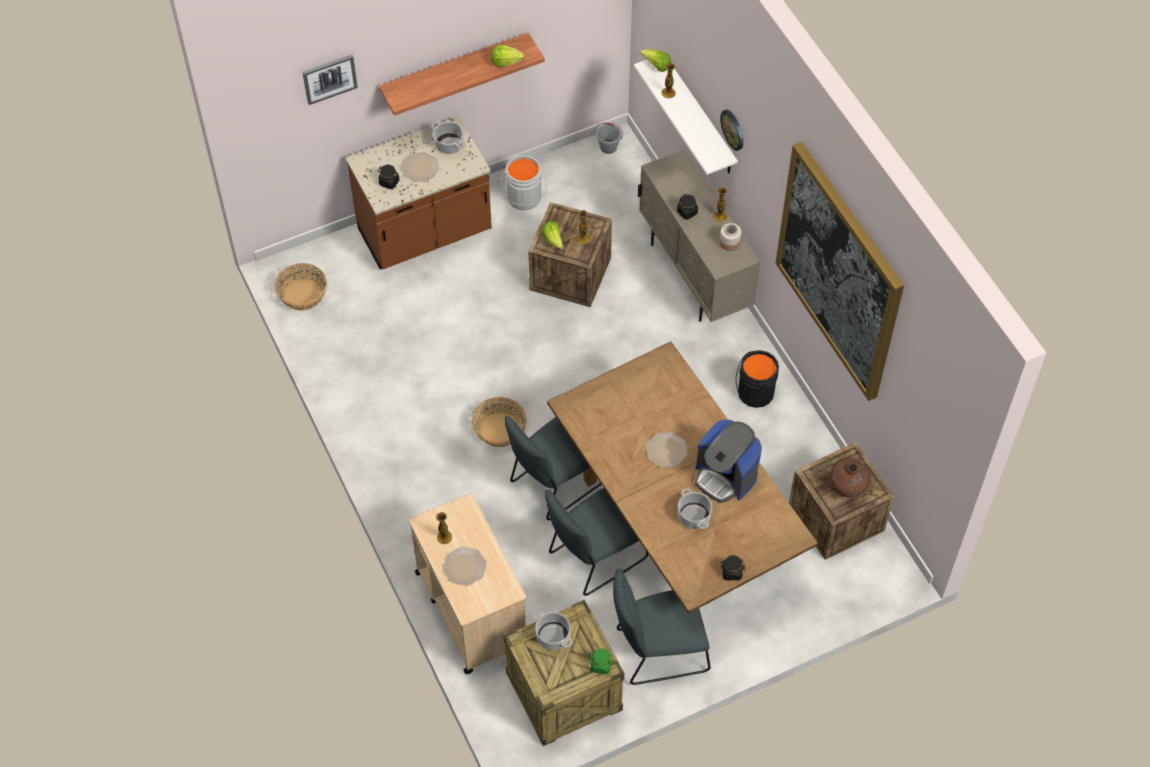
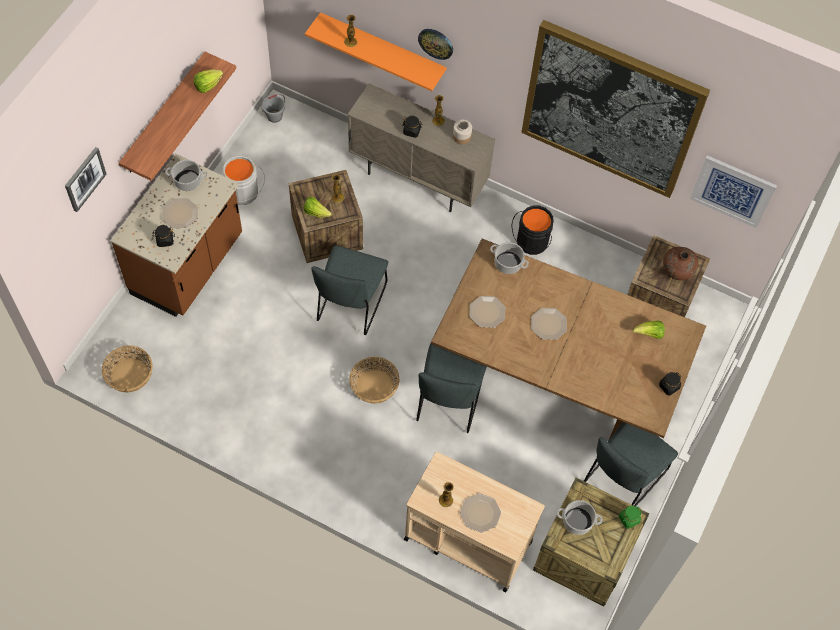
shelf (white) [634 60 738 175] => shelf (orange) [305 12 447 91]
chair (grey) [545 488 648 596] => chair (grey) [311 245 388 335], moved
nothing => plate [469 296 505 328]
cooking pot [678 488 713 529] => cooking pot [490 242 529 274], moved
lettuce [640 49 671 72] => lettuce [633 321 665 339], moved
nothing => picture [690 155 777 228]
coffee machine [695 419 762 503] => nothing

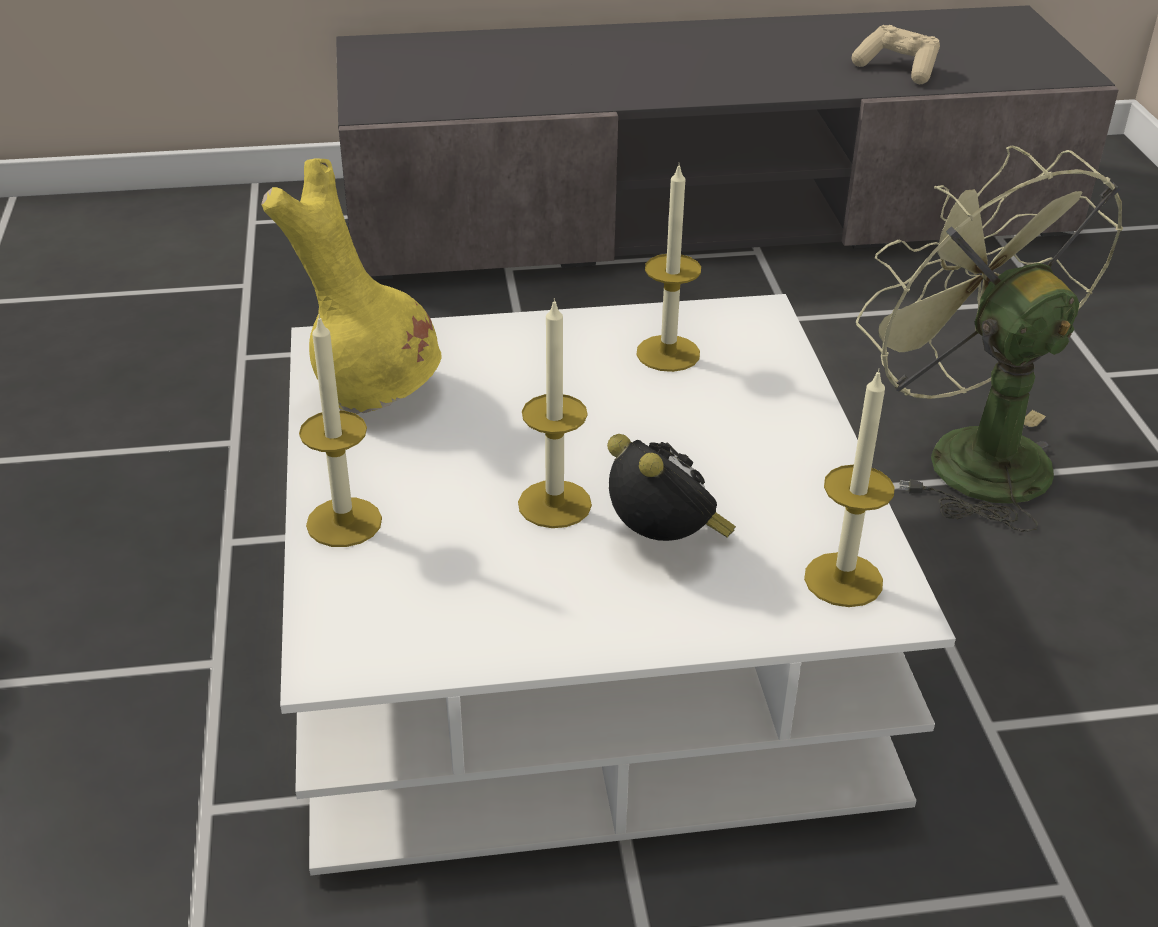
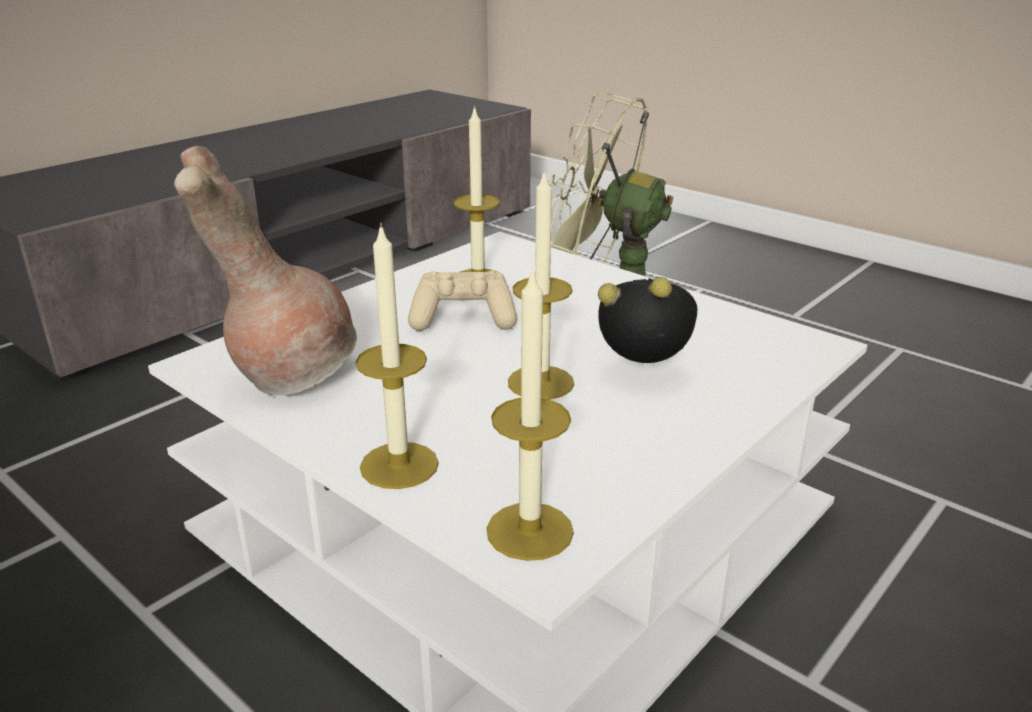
vase (yellow) [261 158 442 414] => vase (brown) [174 146 357 395]
game controller (beige) [852 25 940 84] => game controller (beige) [408 270 517 331], moved
candle [804 369 895 607] => candle [487 267 574 561], moved

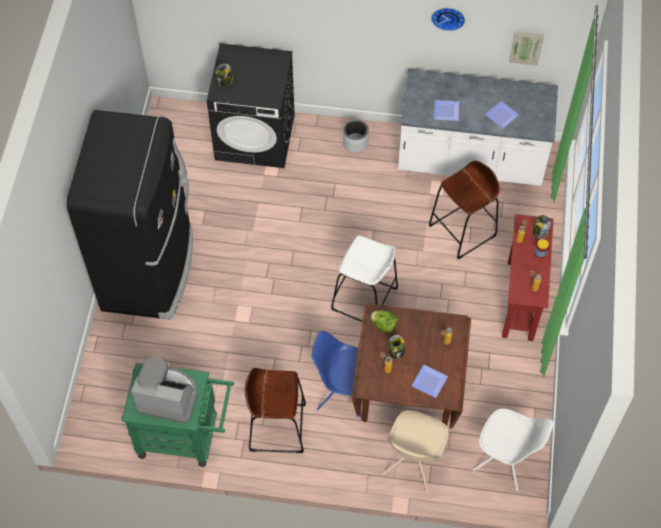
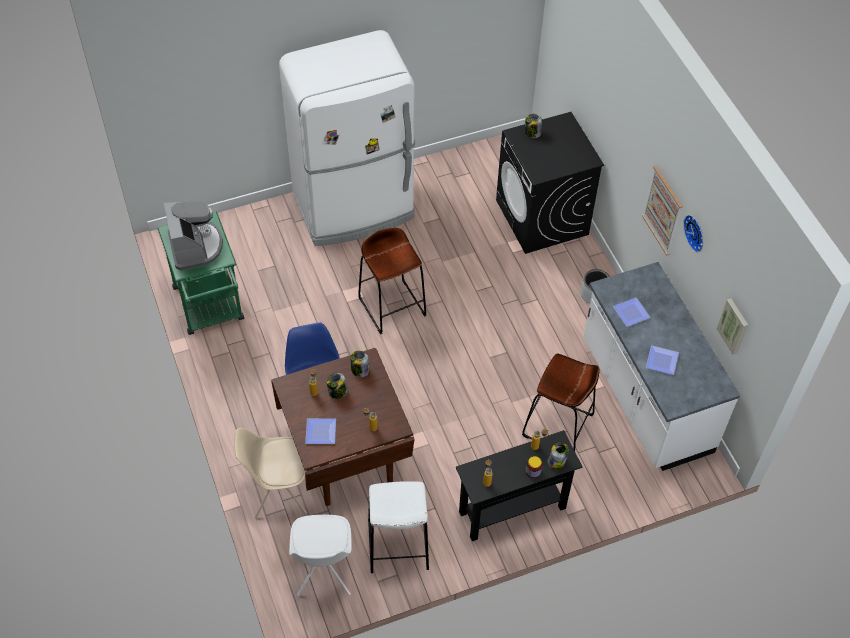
fridge (black) [67 110 193 320] => fridge (white) [279 30 415 246]
lettuce [370 310 398 333] => jar [351 351 369 377]
stool (brown) [245 368 306 453] => stool (brown) [358 228 427 335], moved
stool (white) [331 235 398 322] => stool (white) [368 481 429 573], moved
console table (red) [502 214 554 341] => console table (black) [456 430 583 541]
nothing => picture [642 166 683 256]

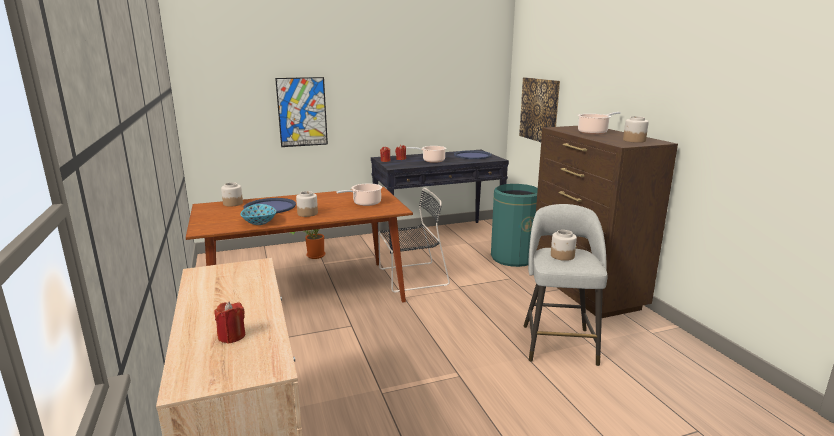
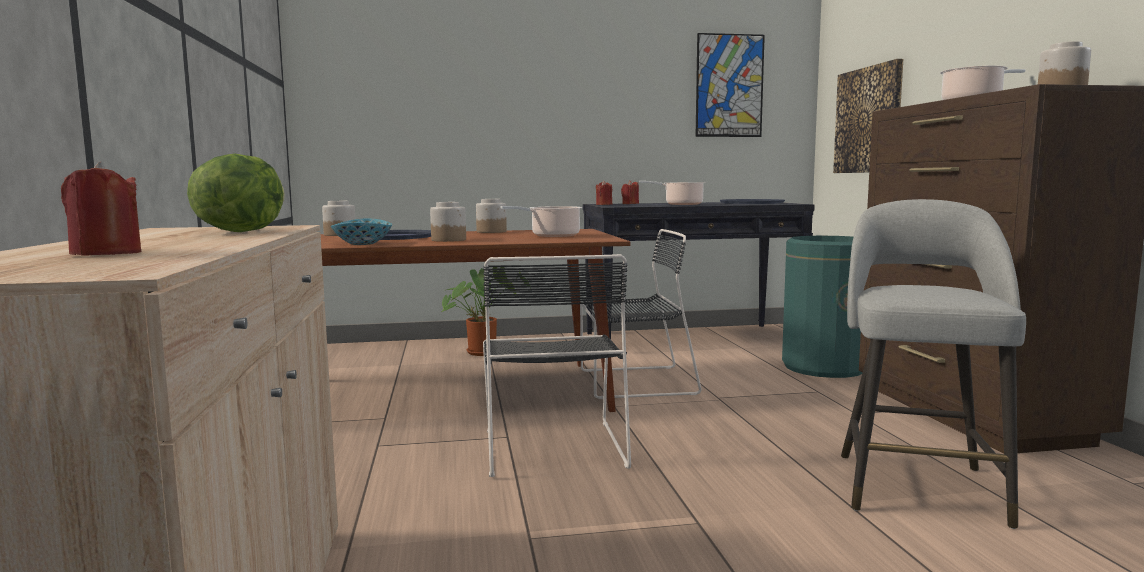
nothing => lettuce [187 154 285 232]
jar [551 230 577 261] => jar [476 199 507 233], moved
nothing => chair (black) [483 254 631 477]
picture [275 77 328 147] => picture [696 33 765 137], moved

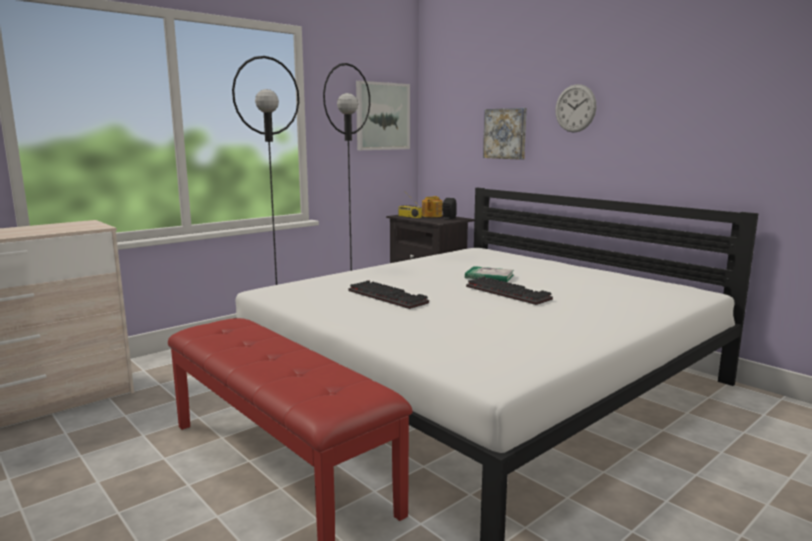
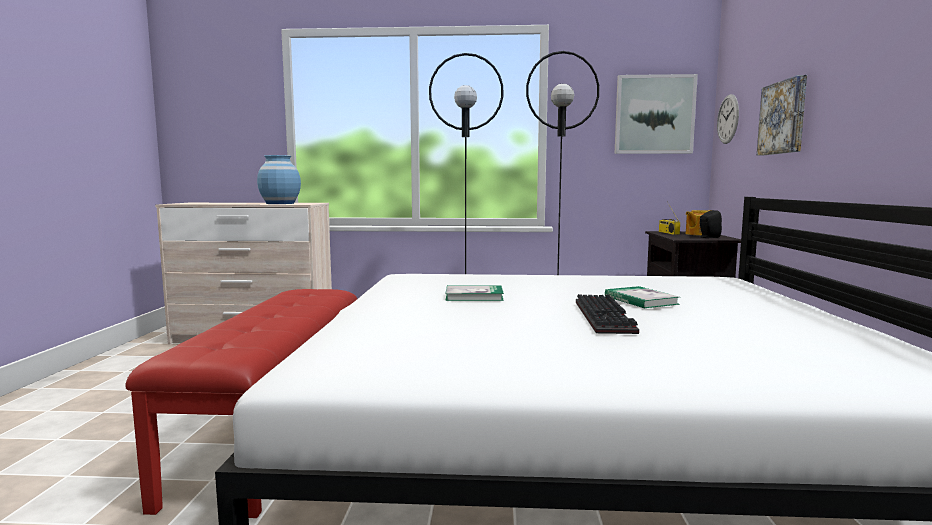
nothing => vase (blue) [257 155 301 204]
keyboard [348 280 429 309] => book [445 285 504 301]
wall clock [555 84 597 133] => wall clock [717 94 739 144], moved

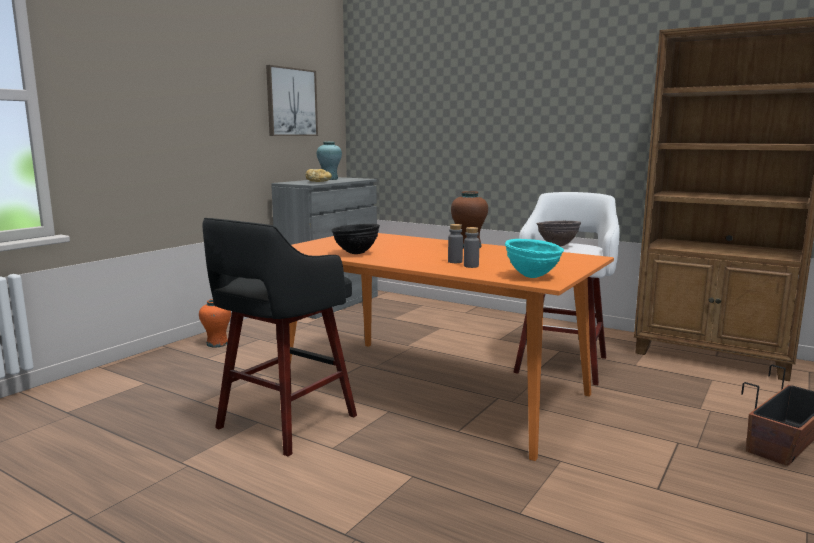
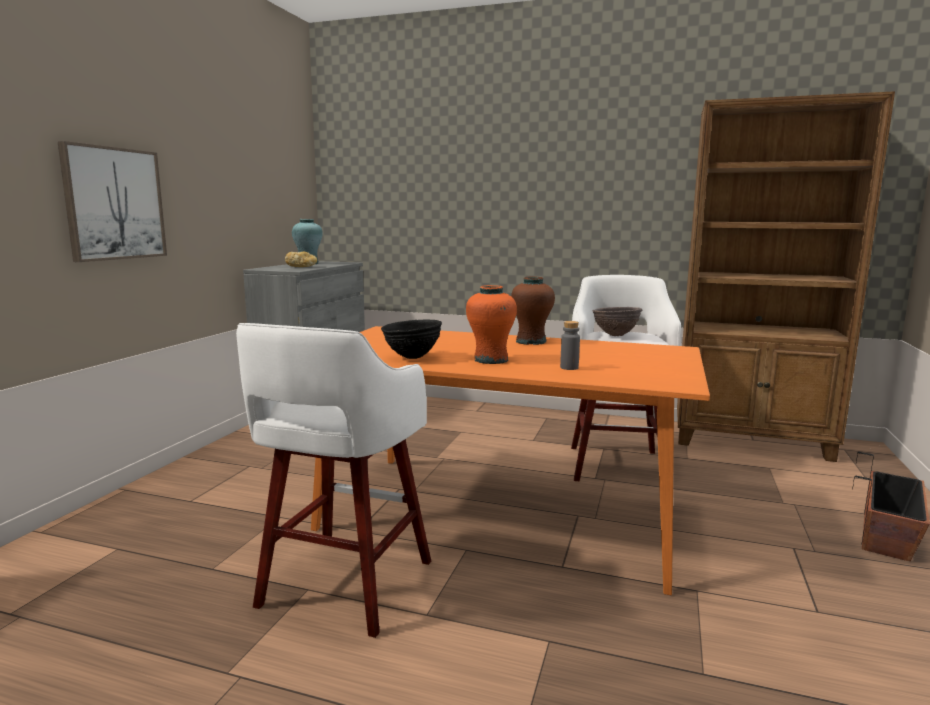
picture [266 65 318 136] => picture [57 141 167 262], moved
stool (black) [203 218 357 457] => stool (white) [236 323 431 638]
vase (orange) [199 299 231 347] => vase (orange) [466 285 517 364], moved
bottle (grey) [448 224 463 263] => nothing
bowl (turquoise) [505 239 564 278] => nothing

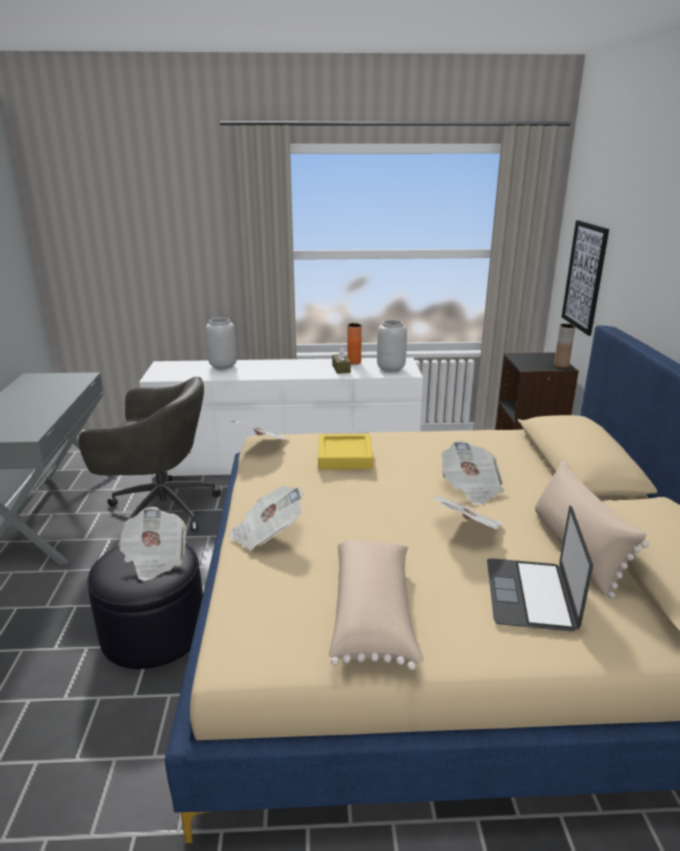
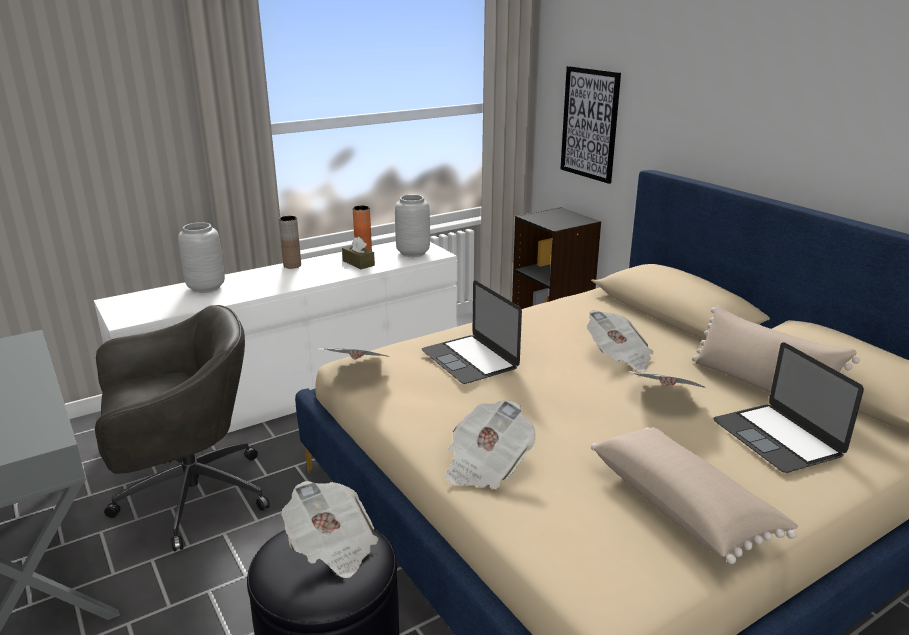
vase (brown) [554 324 575 368] => vase (brown) [279 216 301 269], moved
tray (yellow) [318 434 373 470] => laptop [422 280 522 384]

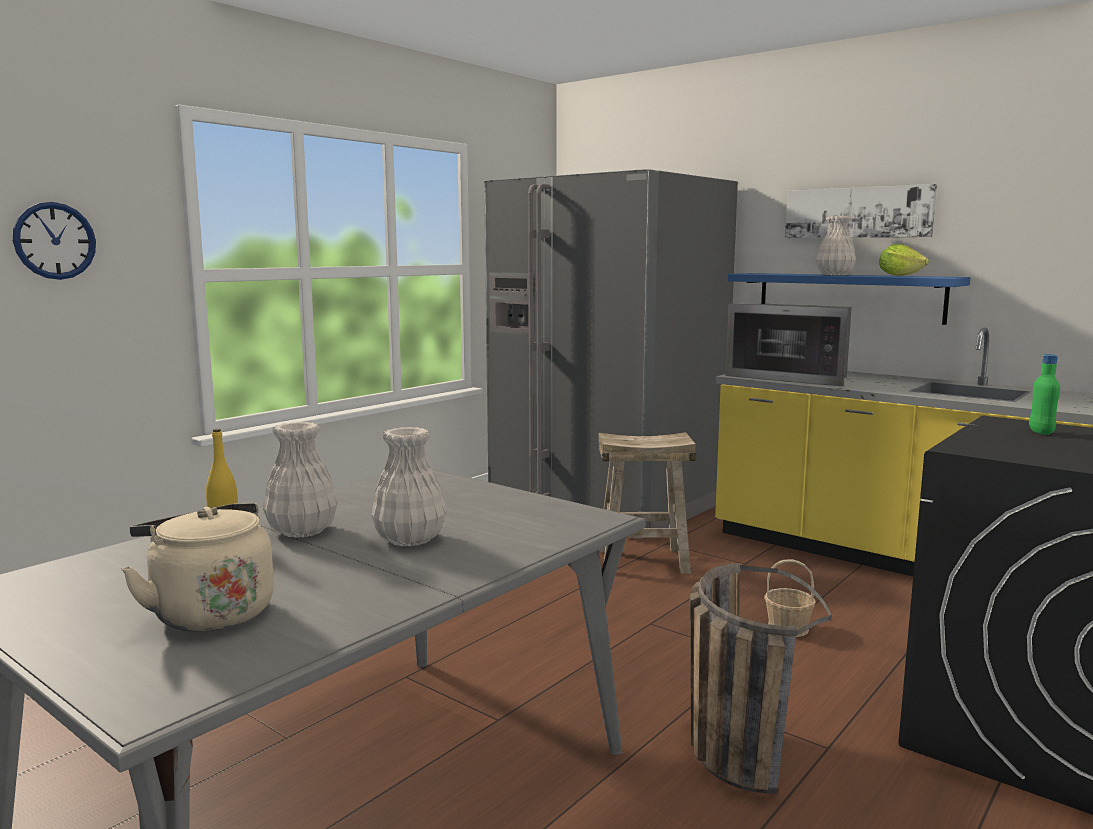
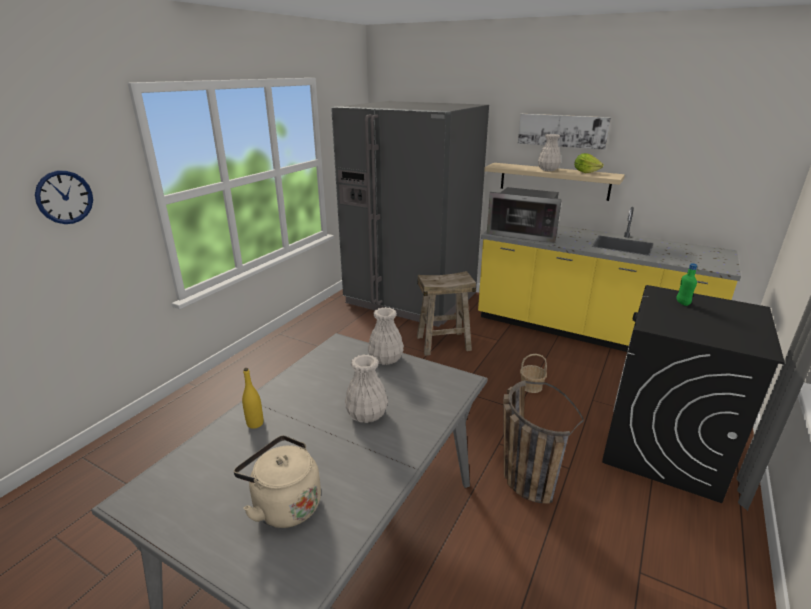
vase (white) [263 422 338 538] => vase (white) [368 307 404 365], moved
shelf (blue) [728 273 970 325] => shelf (beige) [484 163 625 201]

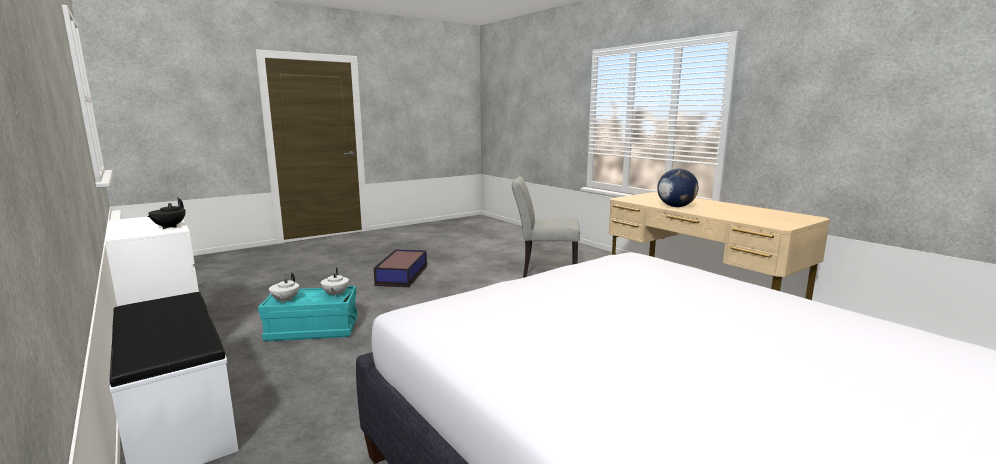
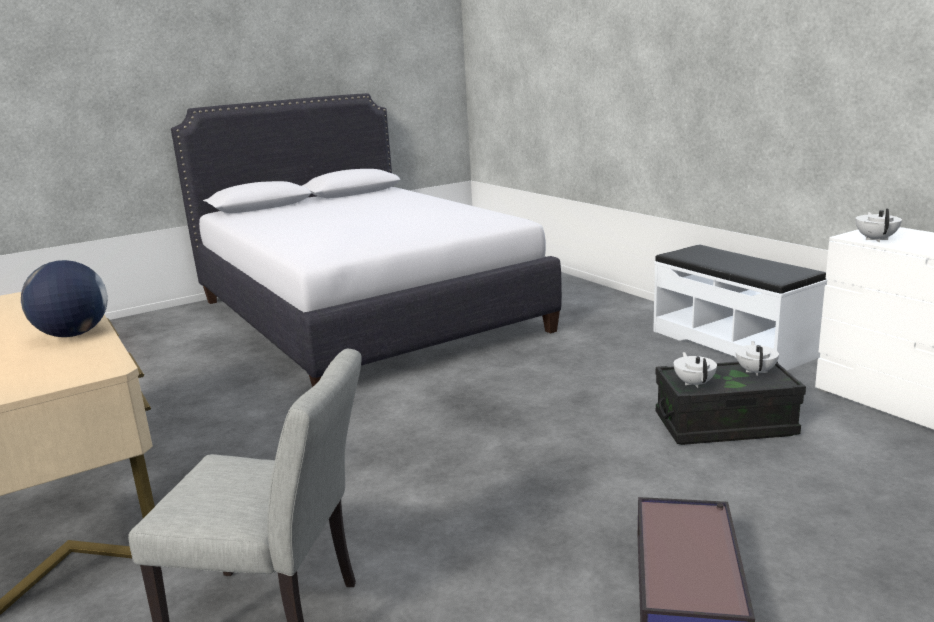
storage box (turquoise) [258 286 358 341] => storage box (black) [656 362 806 445]
teapot (black) [148 197 185 229] => teapot (white) [856 208 902 242]

